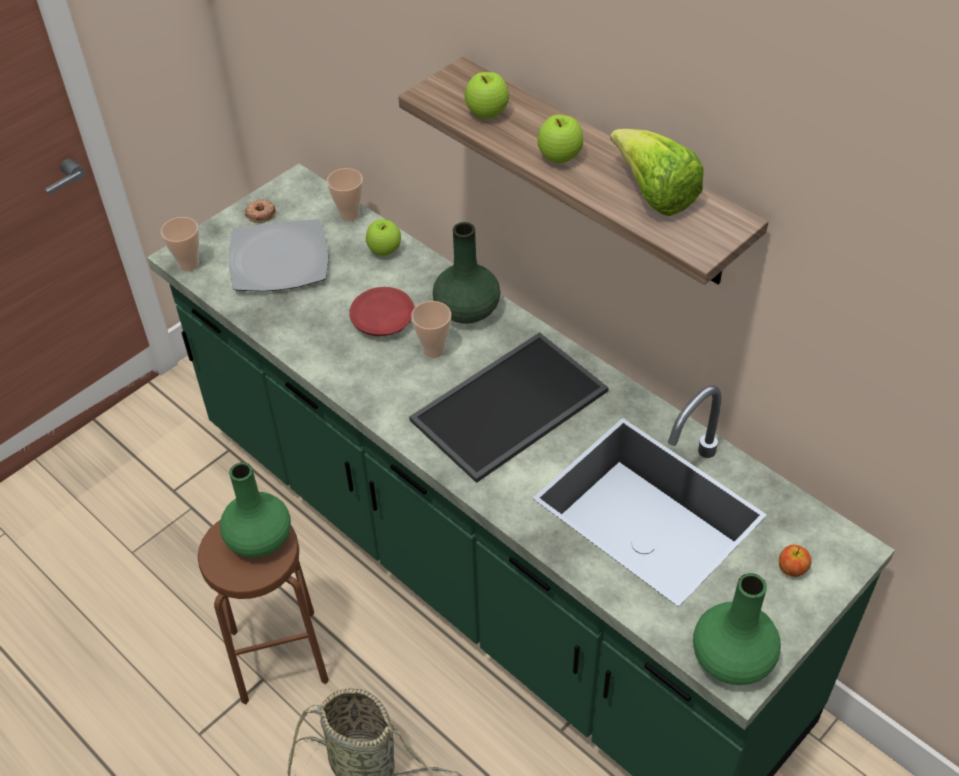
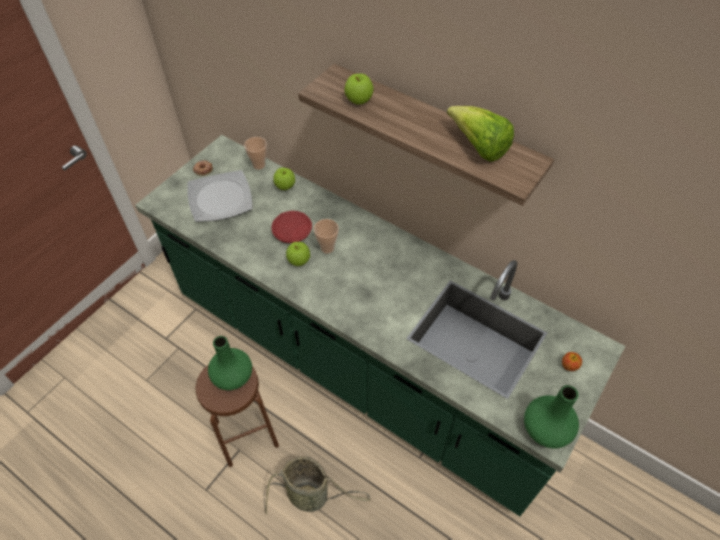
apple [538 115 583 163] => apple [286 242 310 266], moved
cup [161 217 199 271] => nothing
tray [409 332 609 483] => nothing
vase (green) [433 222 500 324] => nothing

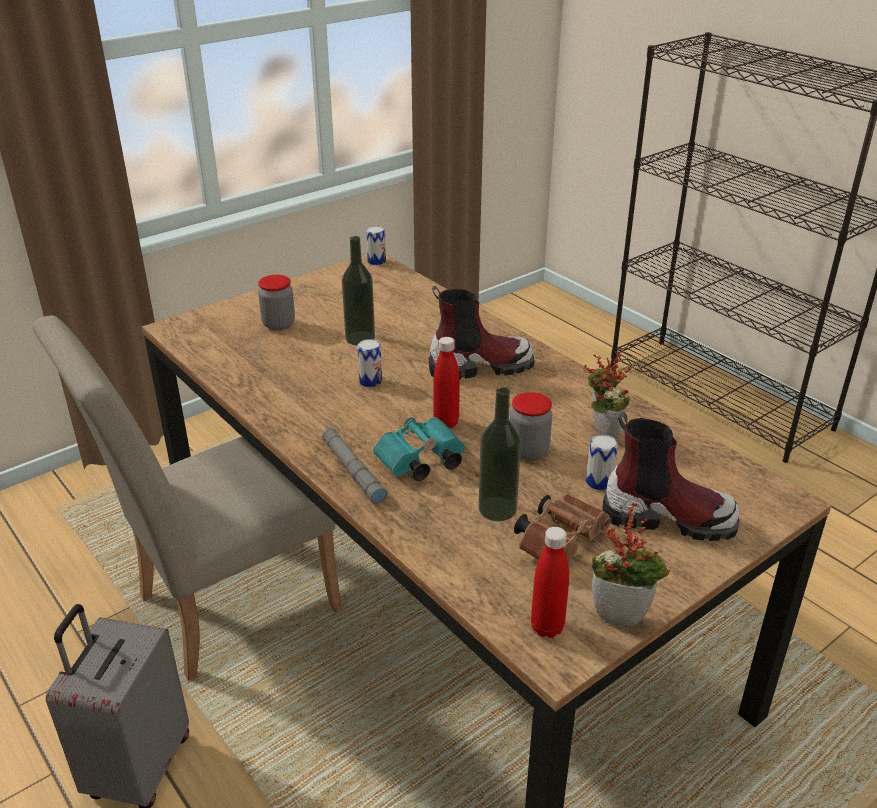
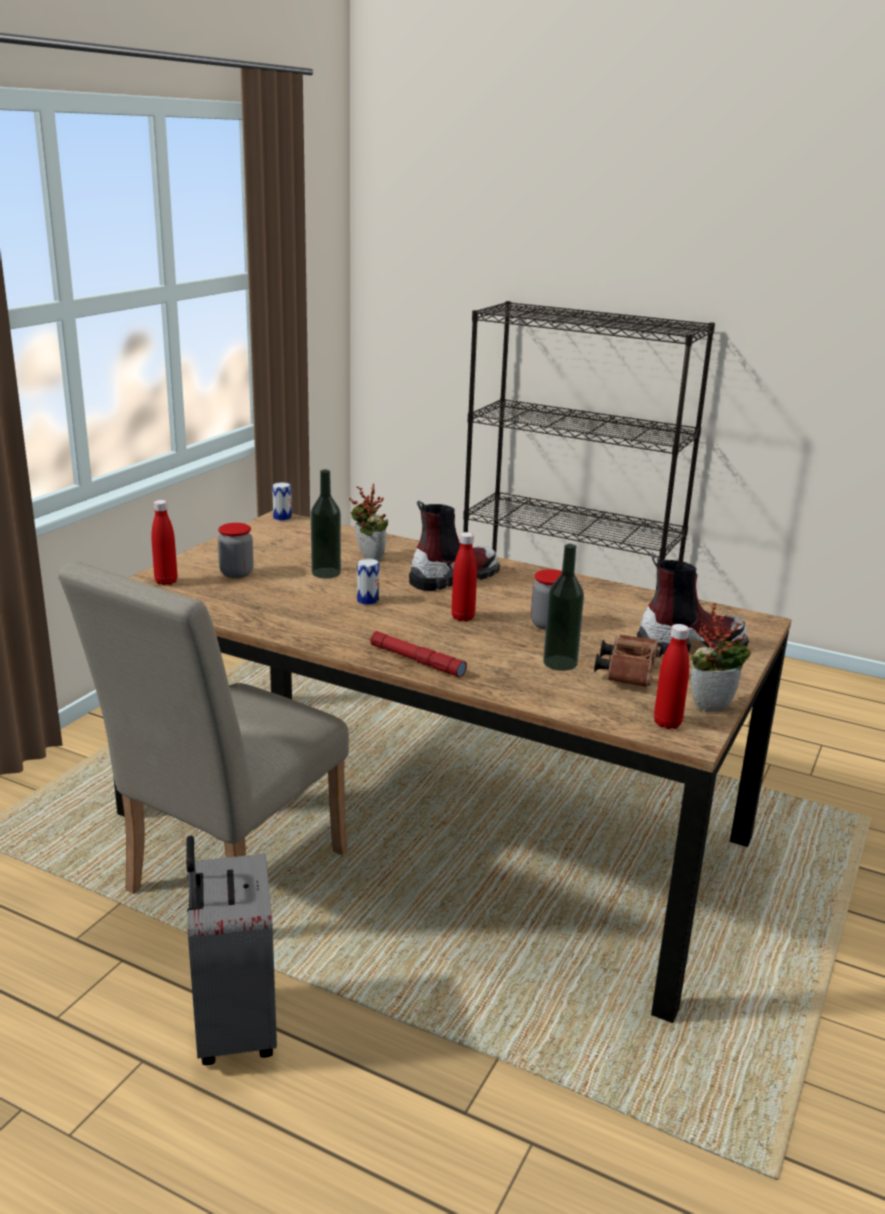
nothing => bottle (red) [151 500 177 585]
potted plant [584 348 632 441] => potted plant [349 483 388 561], moved
flashlight (grey) [322 428 387 504] => flashlight (red) [370 631 467 678]
binoculars (turquoise) [373 417 465 481] => nothing
can [586 435 618 490] => nothing

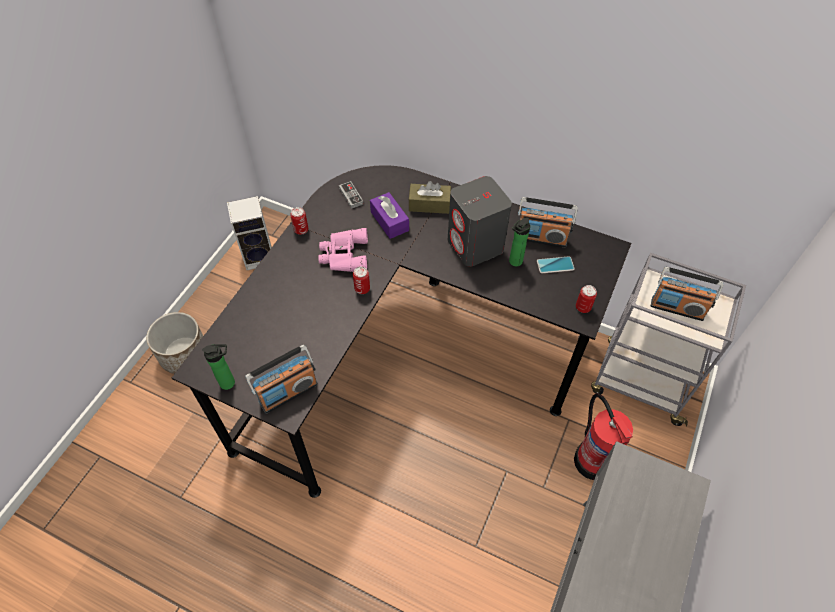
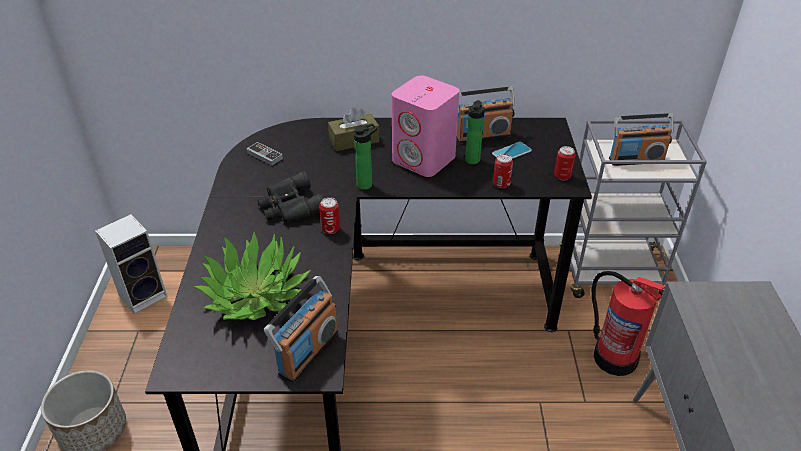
nothing => potted plant [193 232 311 320]
binoculars (pink) [318 228 368 272] => binoculars (black) [257 171 324 222]
bottle [202 344 235 390] => bottle [354 123 377 190], moved
speaker (grey) [448 176 512 267] => speaker (pink) [392 76 459 177]
can [290 207 308 235] => can [493 154 513 188], moved
tissue box (purple) [370 192 409 239] => nothing

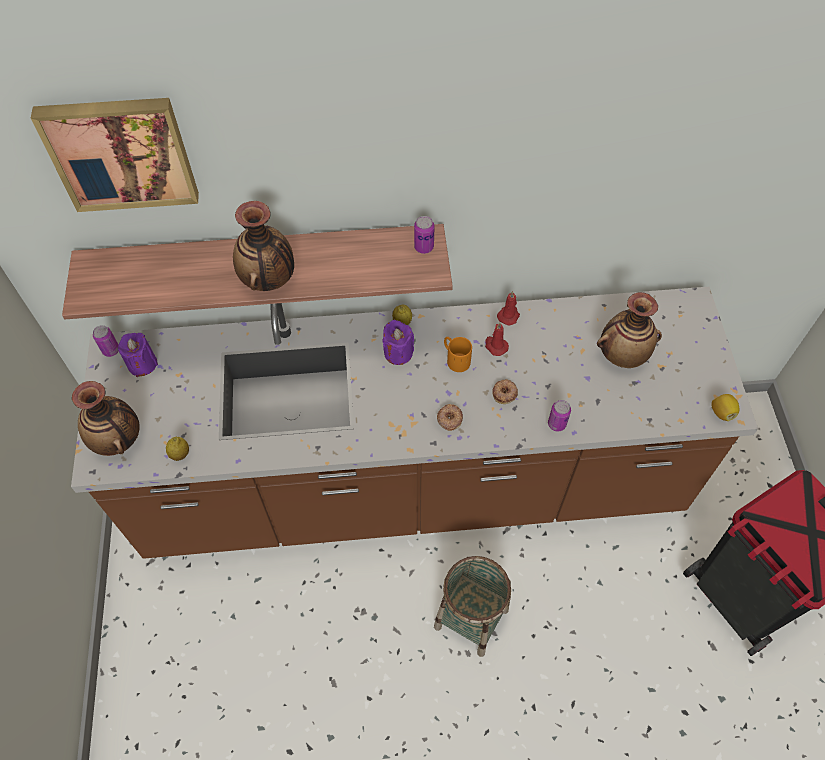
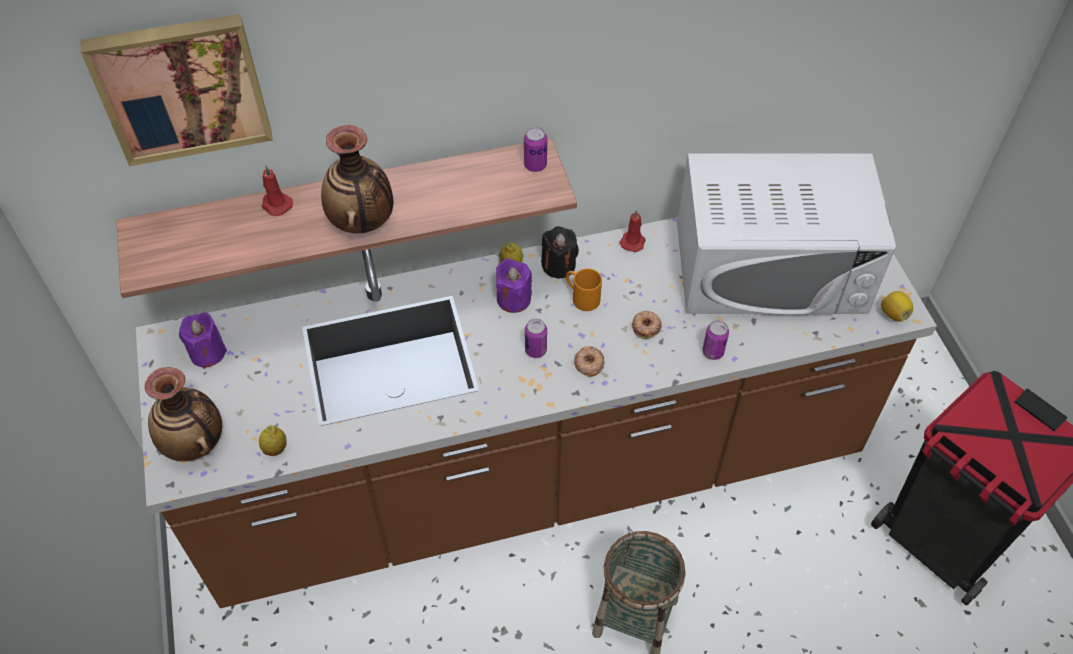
candle (red) [485 323 509 356] => candle (red) [262 165 293 216], moved
can [93 325 119 357] => can [525 319 547 358], moved
nothing => candle (black) [541 226 579 278]
vase [597 292 662 368] => microwave (white) [677 153 896 315]

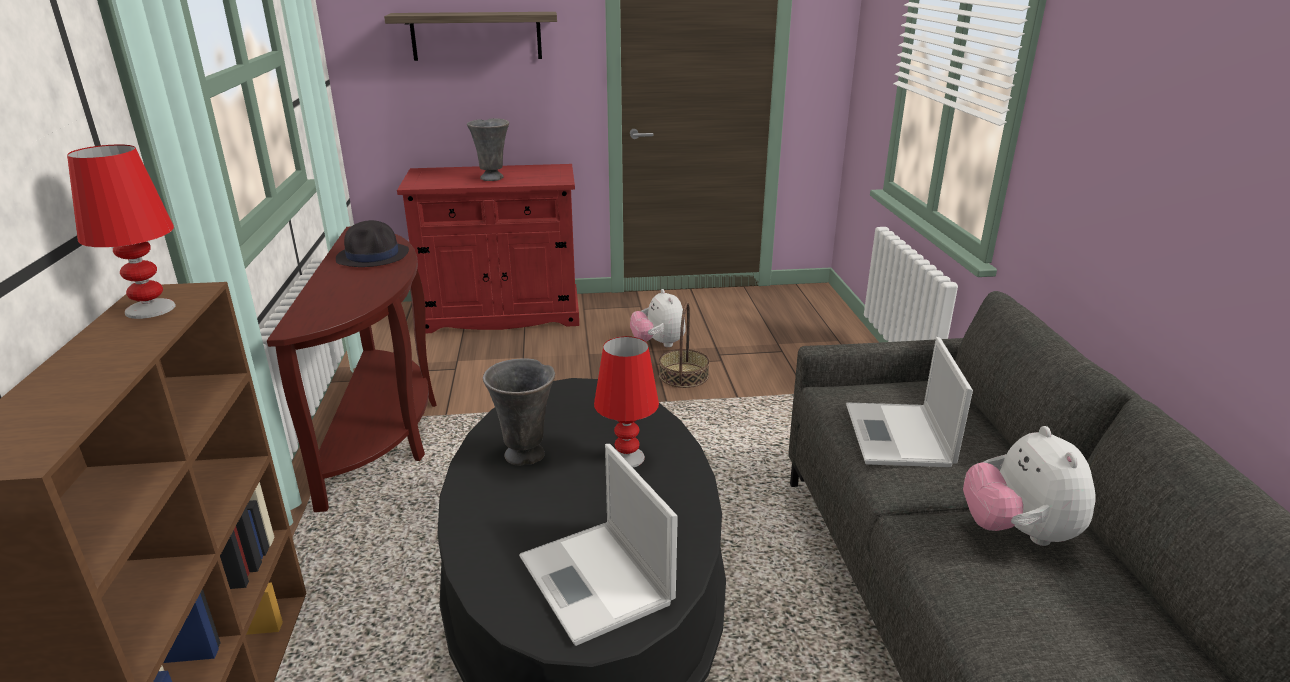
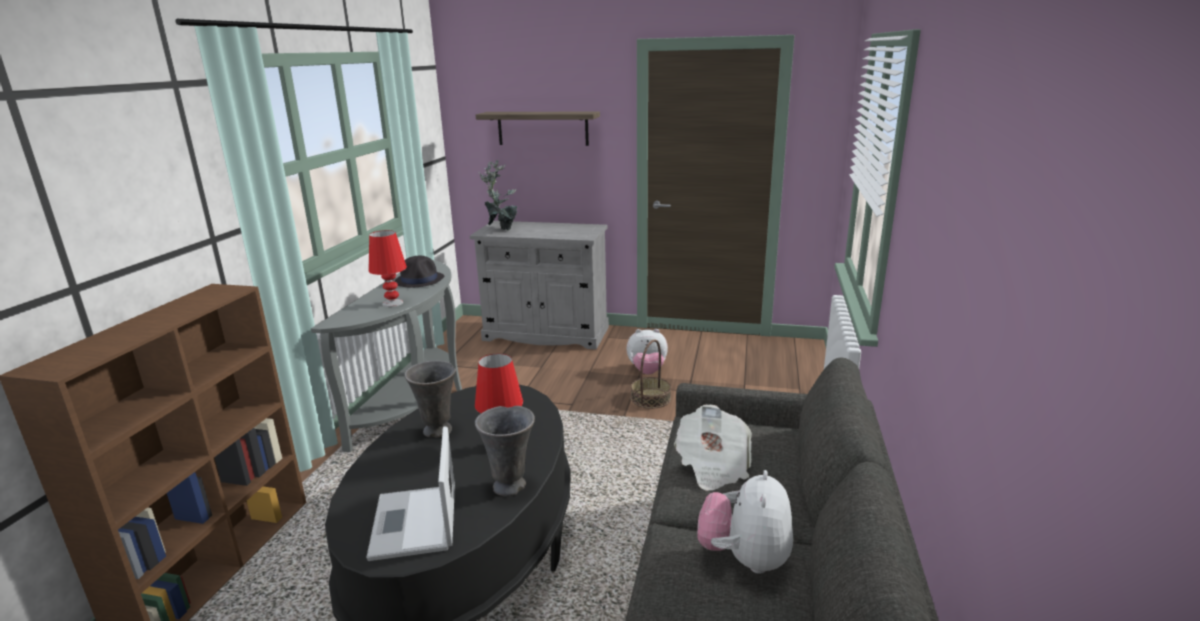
console table (brown) [267 227 437 512] => console table (grey) [311 259 462 452]
table lamp (red) [67 144 176 319] => table lamp (red) [368 230 407 307], moved
cabinet (red) [397 164 579 333] => cabinet (grey) [470 221 609 350]
vase (grey) [467 118 509 181] => vase (grey) [475 406 535 496], moved
nothing => potted plant [478 160 517 231]
plush toy [630 289 686 347] => plush toy [627 329 668 374], 90 degrees counterclockwise
laptop [846 337 973 467] => newspaper [674 405 752 491]

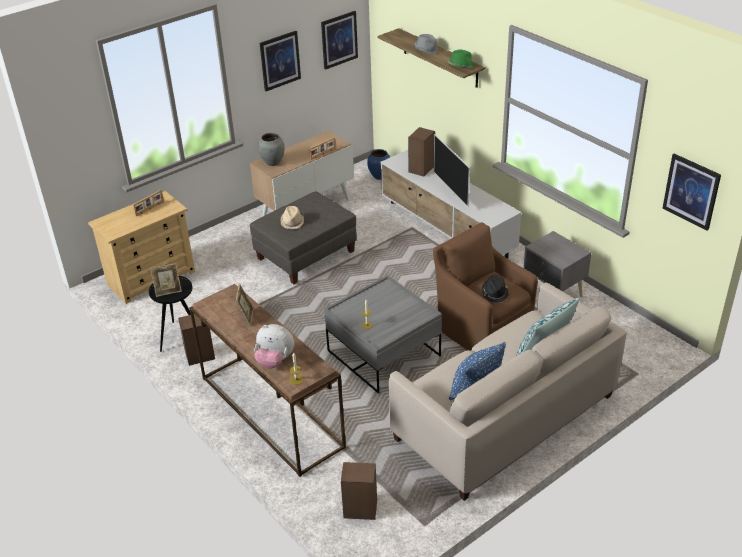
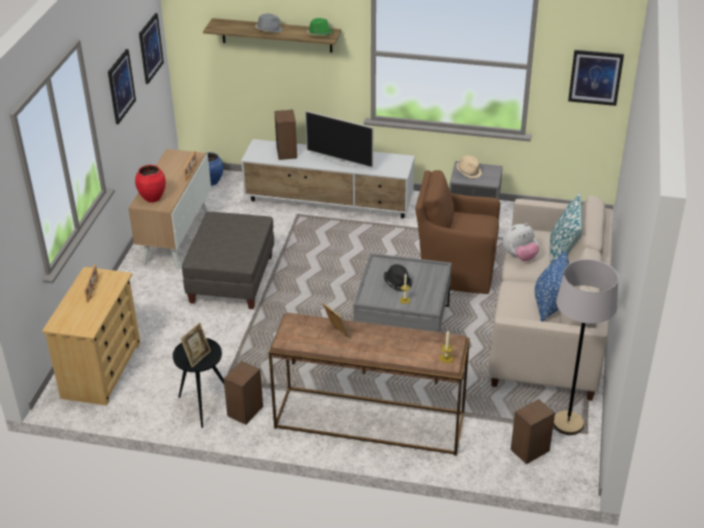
vase (grey) [258 132 285 166] => vase (red) [135 165 166 203]
hat (black) [482 275 509 303] => hat (black) [384 264 412 291], moved
hat (beige) [280 206 304 229] => hat (beige) [457 155 482 178], moved
plush toy [254 324 294 369] => plush toy [502 223 539 261], moved
nothing => floor lamp (grey) [553 259 618 435]

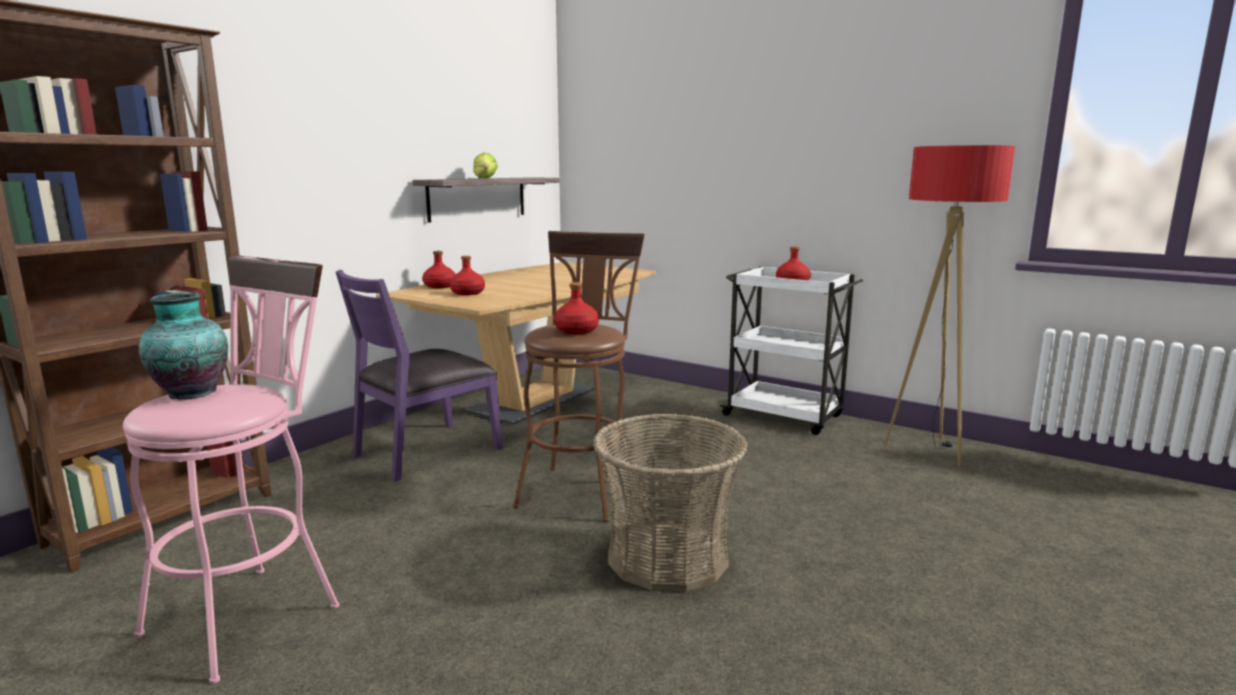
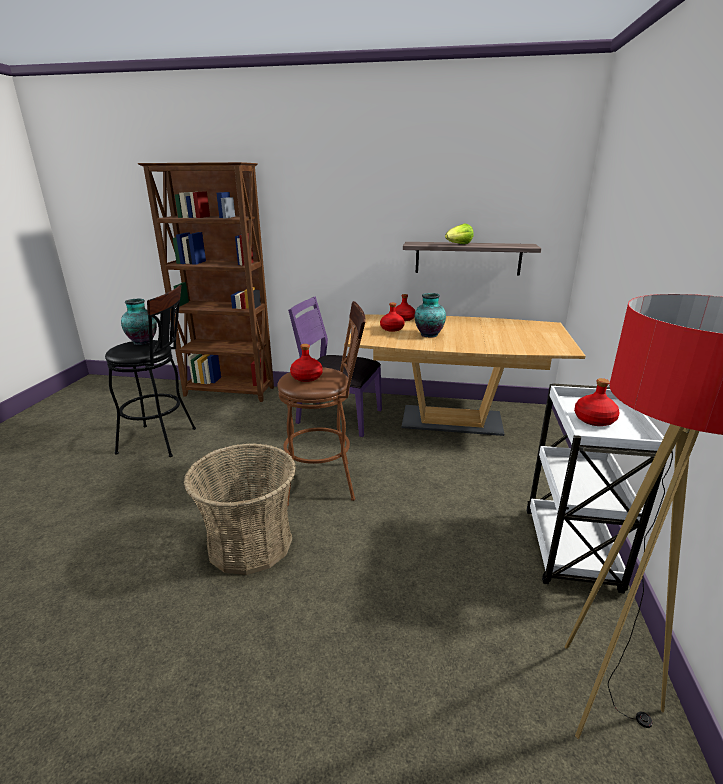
stool (pink) [123 255 340 684] => stool (black) [105 285 196 457]
nothing => vase [414 293 446 338]

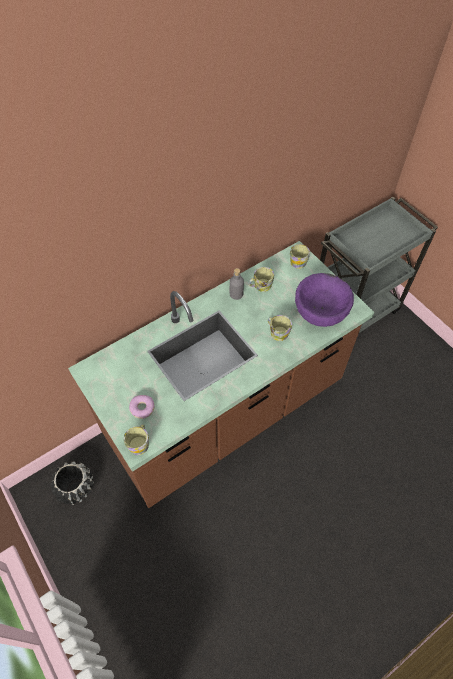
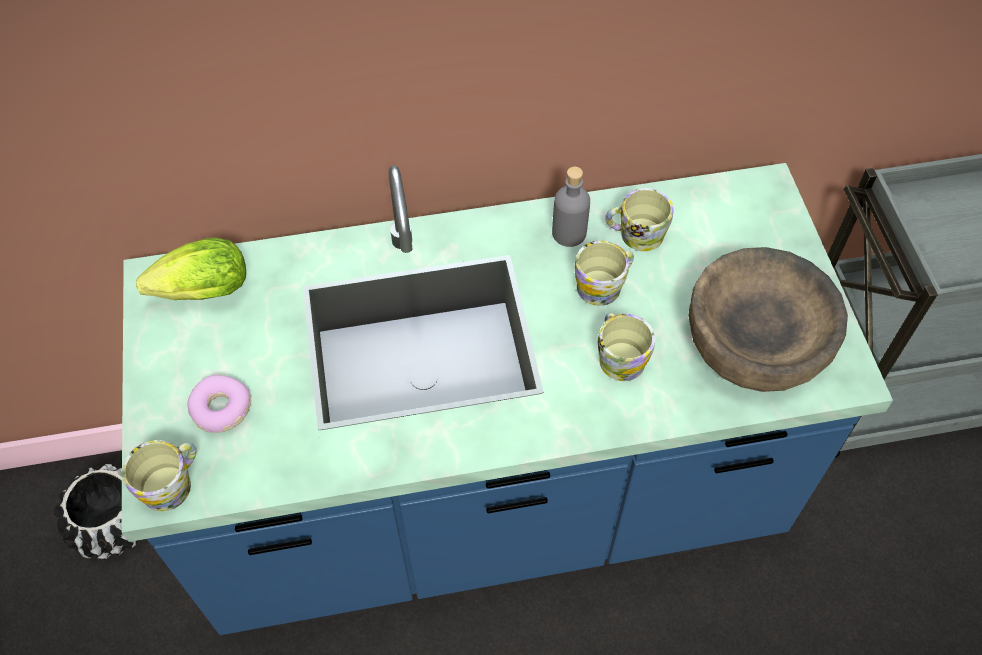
counter (brown) [68 241 375 508] => counter (blue) [121 163 893 635]
nothing => lettuce [136 237 246 300]
mug [290 244 310 269] => mug [574 241 634 306], moved
bowl (purple) [295 273 354 327] => bowl (brown) [688 247 848 392]

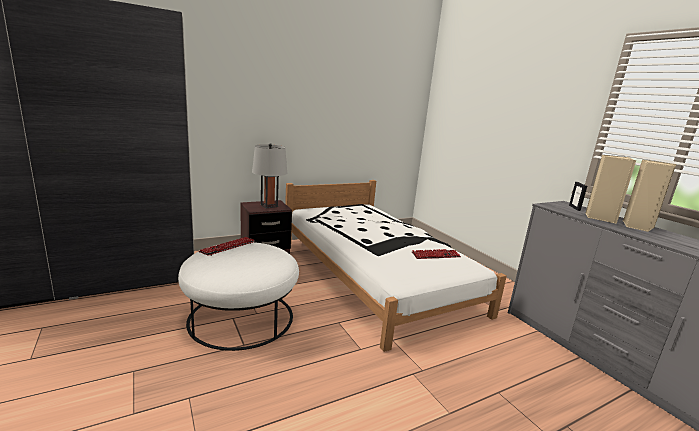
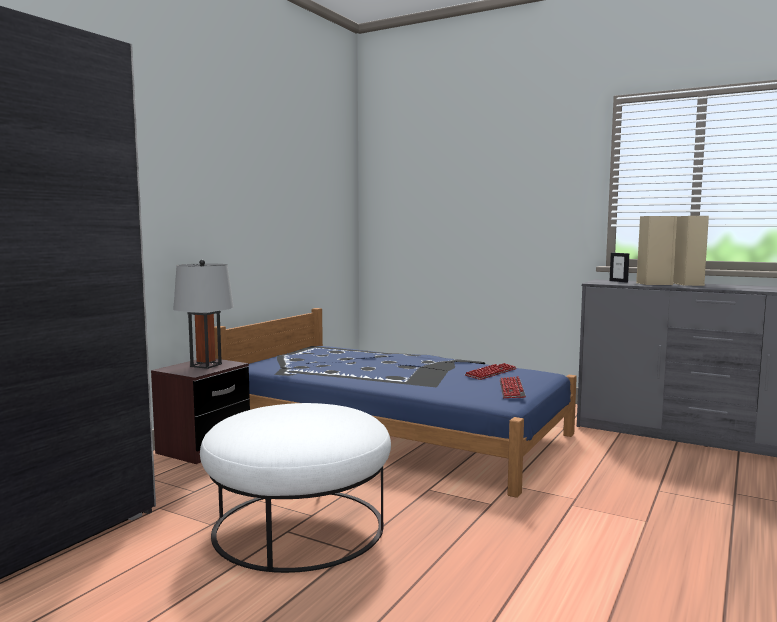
bed (white) [285 180 507 352] => bed (blue) [214 308 577 498]
keyboard [199 237 255 256] => keyboard [500 376 526 398], moved

